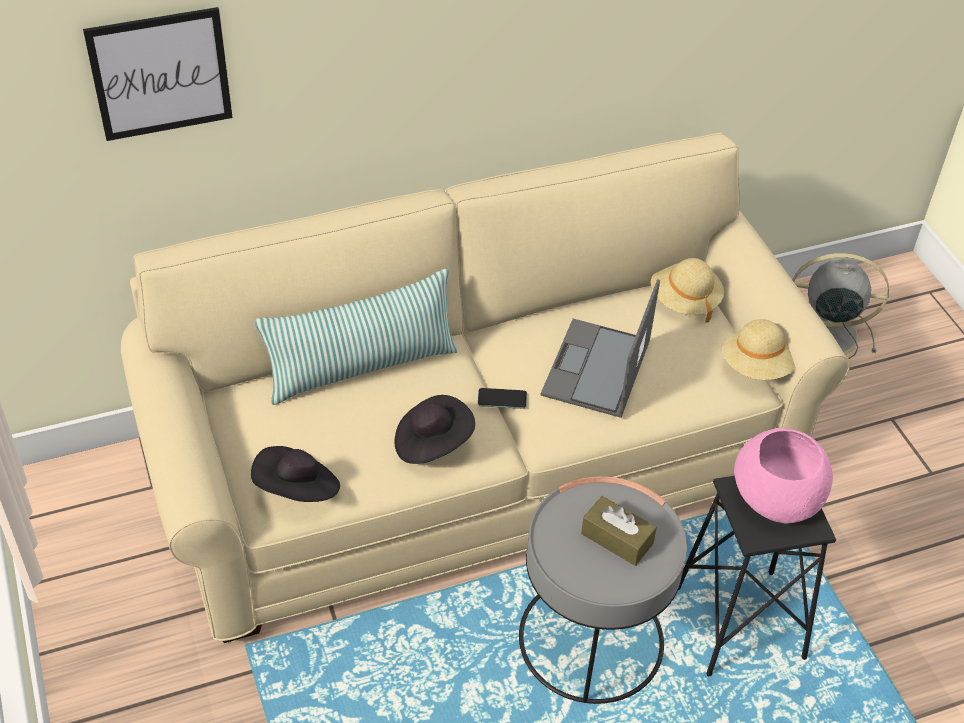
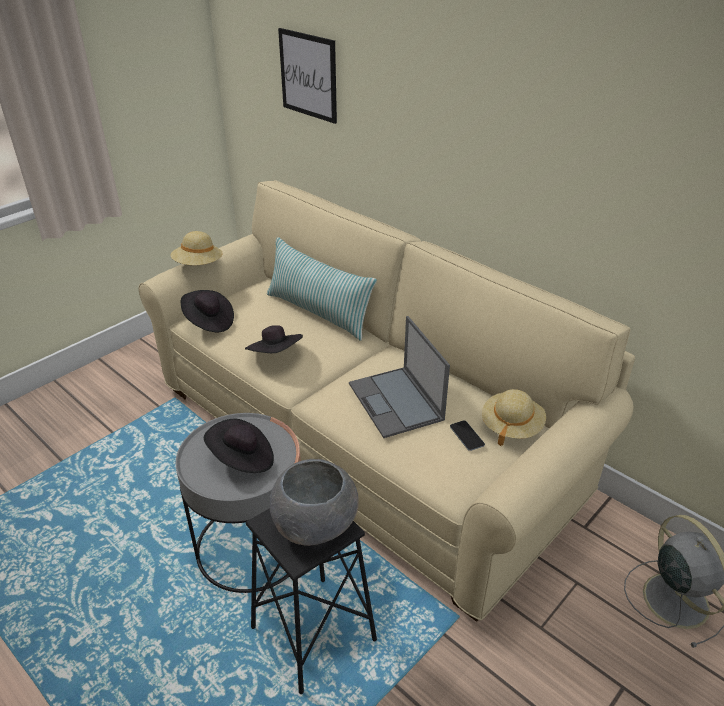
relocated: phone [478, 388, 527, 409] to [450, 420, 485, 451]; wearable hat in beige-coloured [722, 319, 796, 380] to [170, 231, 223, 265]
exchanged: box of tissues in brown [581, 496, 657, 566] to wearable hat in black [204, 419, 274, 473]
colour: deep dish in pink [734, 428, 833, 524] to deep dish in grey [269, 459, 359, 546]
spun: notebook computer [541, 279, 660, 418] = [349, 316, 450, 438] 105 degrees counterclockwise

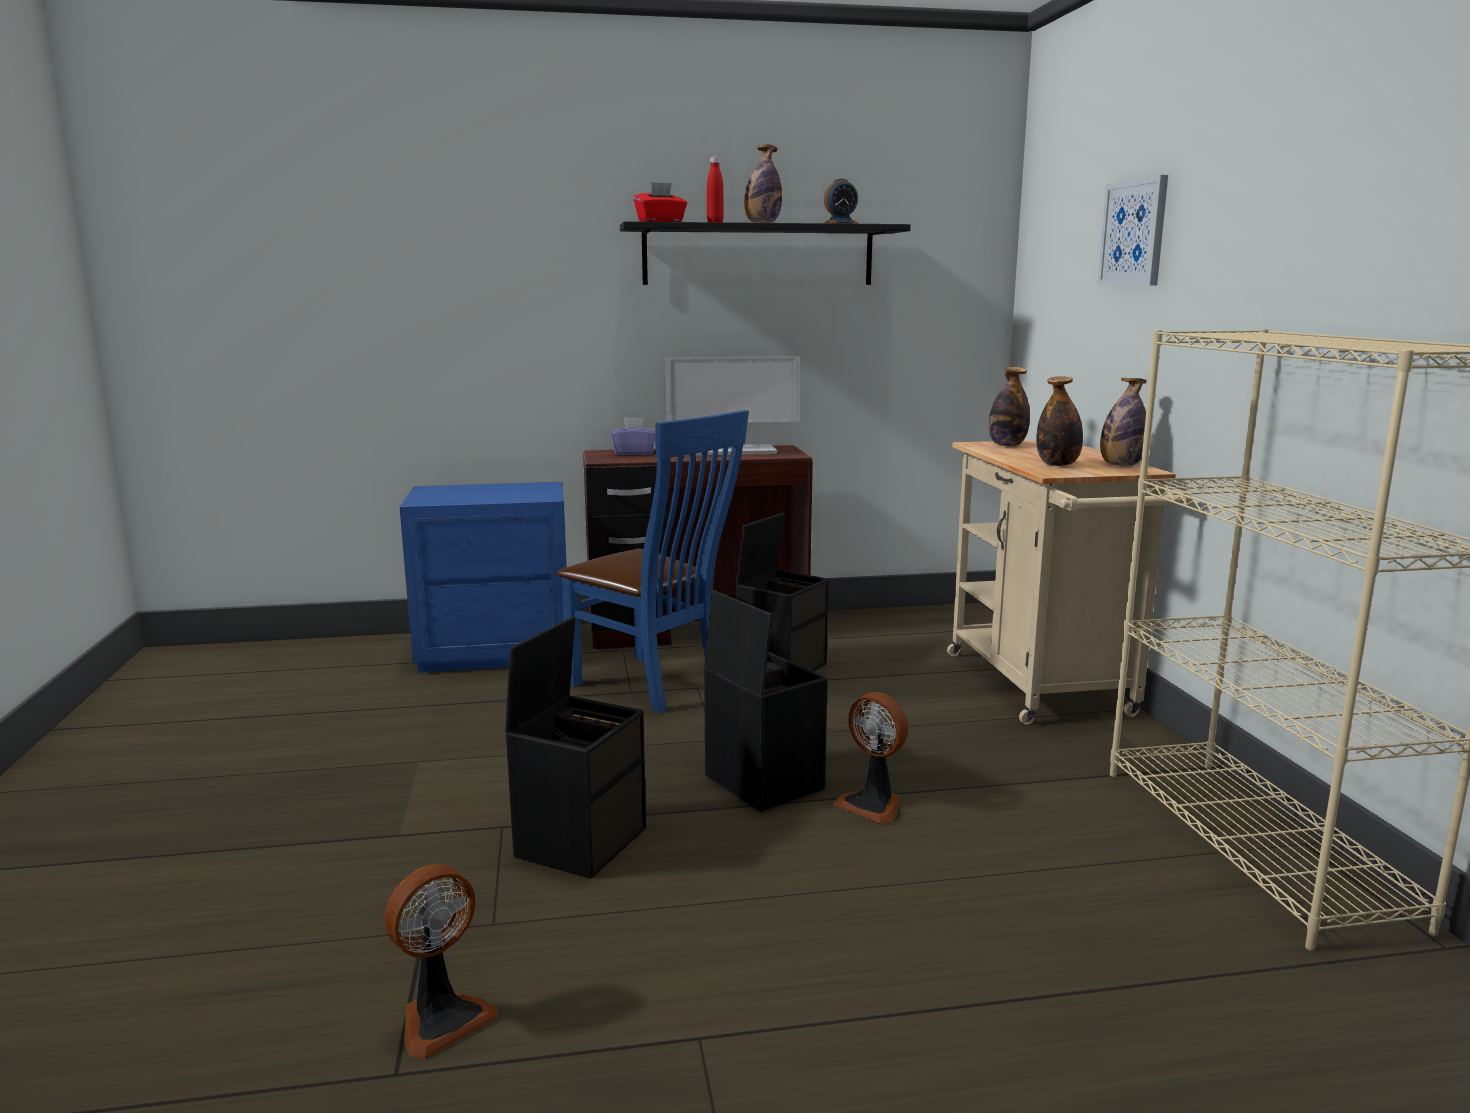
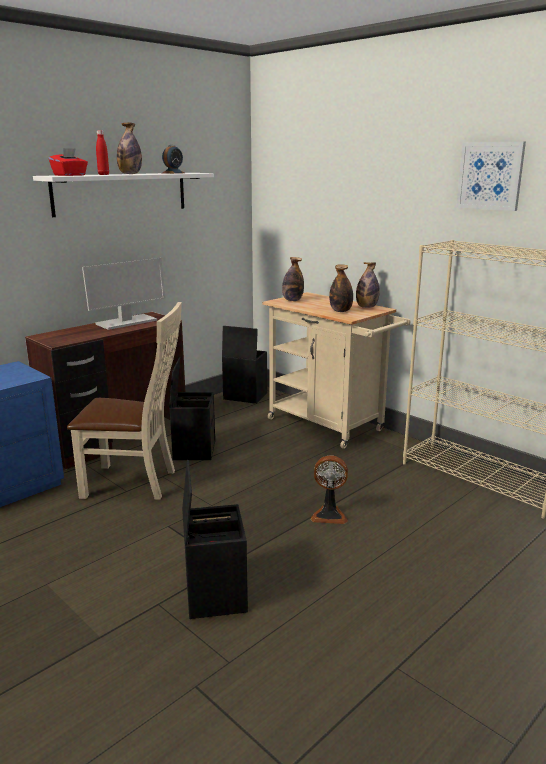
missing: cooling fan [384, 864, 498, 1059]; box of tissues in purple [610, 417, 655, 455]
relocated: storage box in black [704, 590, 828, 812] to [222, 326, 267, 404]; wall picture [1097, 175, 1168, 286] to [456, 141, 526, 211]
colour: upright chair in blue [557, 410, 749, 713] to upright chair in beige-coloured [67, 302, 182, 500]; bracket shelf in black [620, 221, 911, 285] to bracket shelf in white [33, 173, 214, 217]

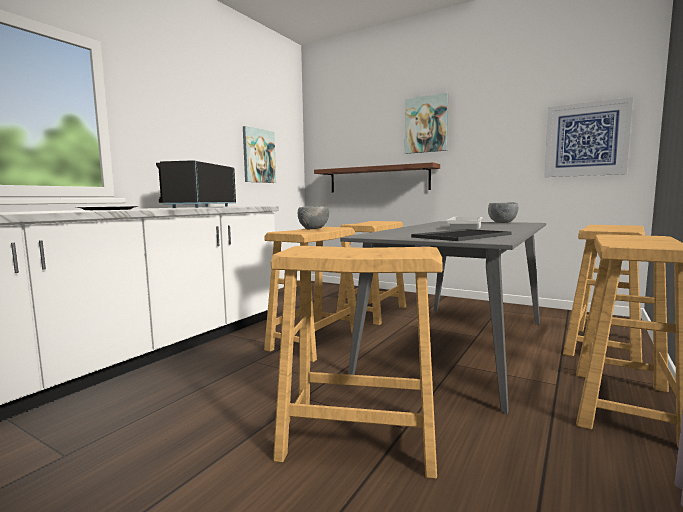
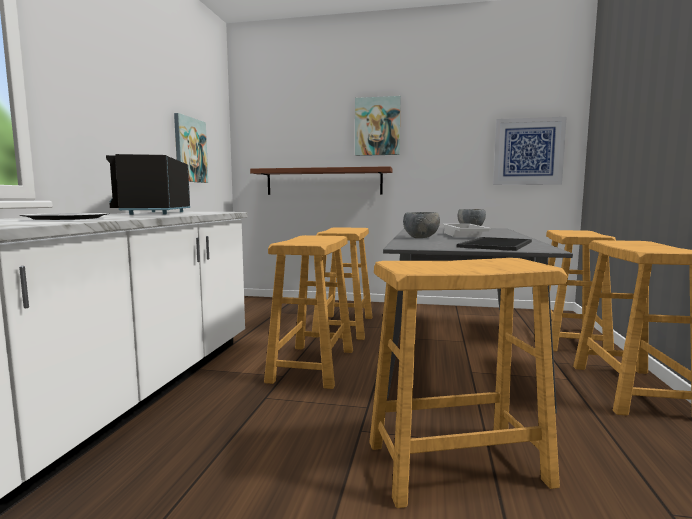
relocated: deep dish in grey [298, 206, 329, 229] to [403, 212, 440, 238]

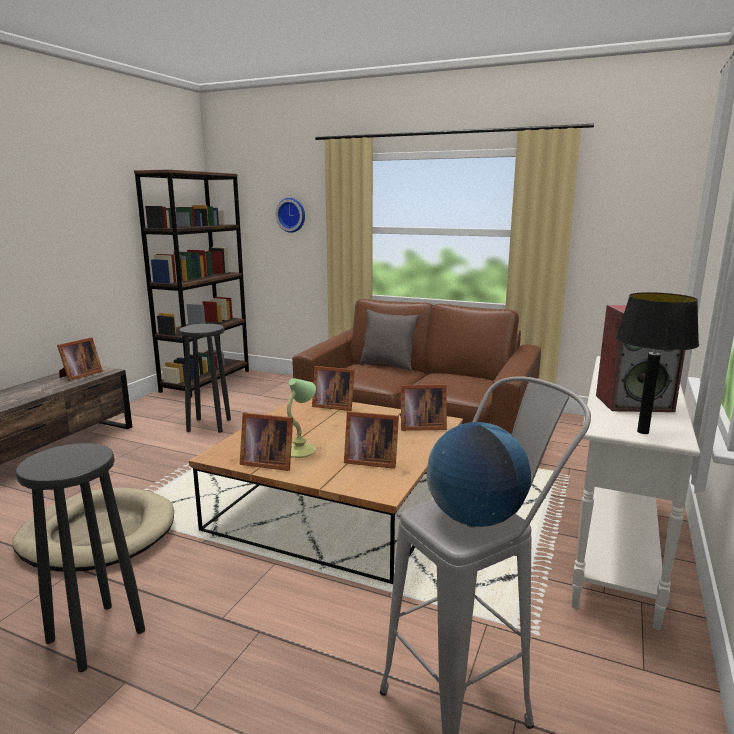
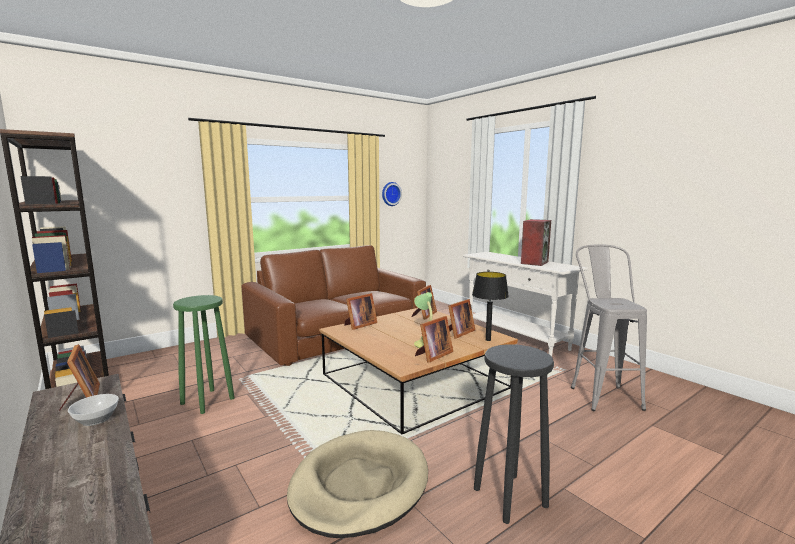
missing: cushion in grey [359, 310, 420, 372]; globe [426, 422, 531, 527]
appeared: deep dish [68, 394, 119, 426]
relocated: wall clock [276, 198, 305, 233] to [382, 182, 402, 206]; table lamp in black [616, 292, 699, 434] to [472, 272, 509, 341]
colour: stool in black [179, 324, 231, 433] to stool in greenish [173, 295, 234, 414]

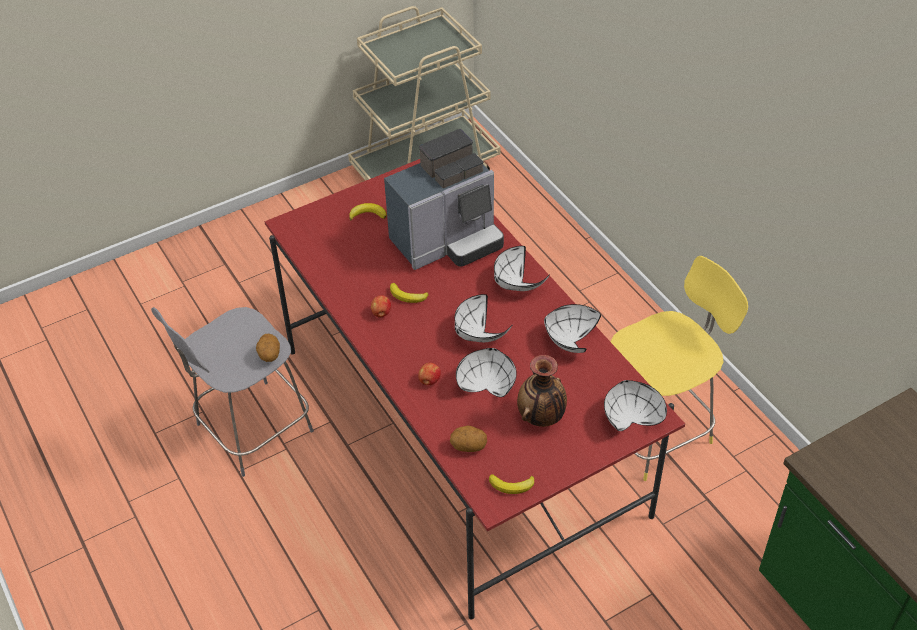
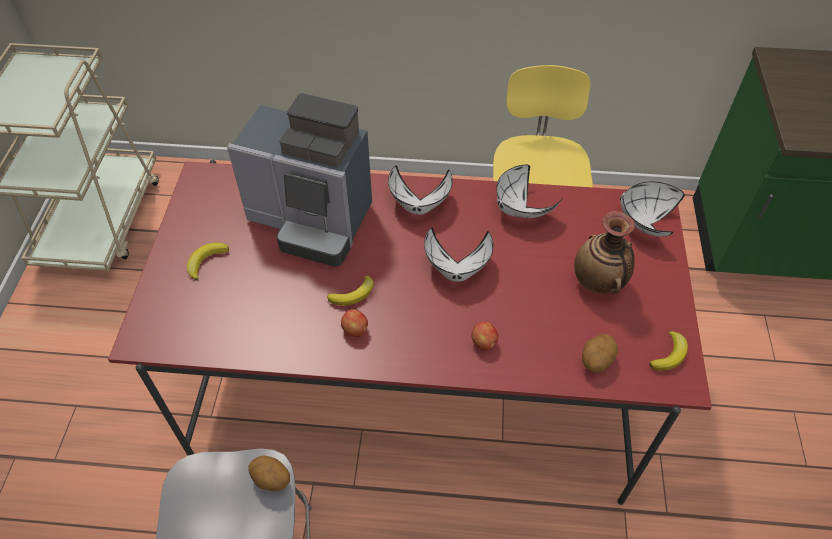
missing: deep dish in white [456, 348, 517, 397]
spun: coffee maker [384, 129, 504, 270] = [227, 93, 372, 267] 105 degrees clockwise

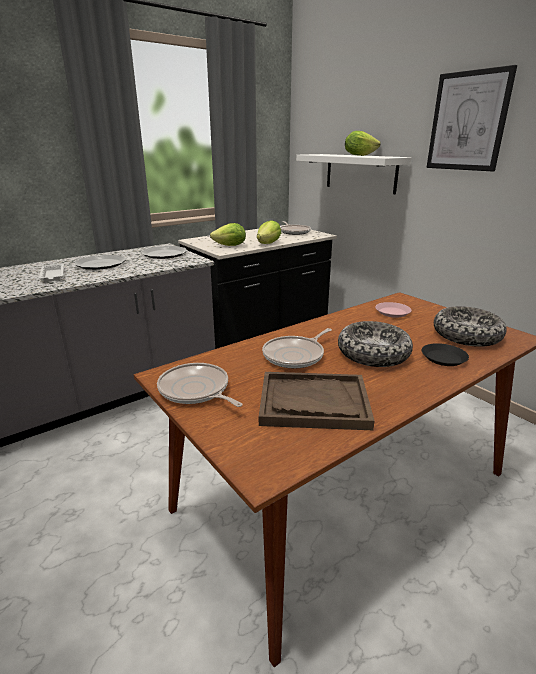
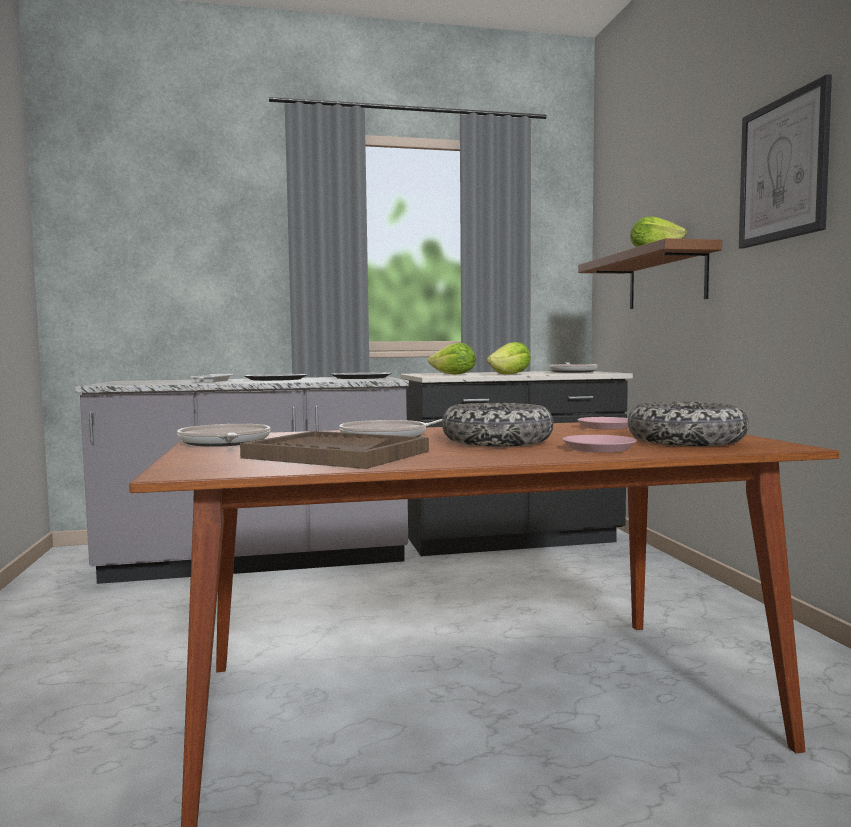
colour: bracket shelf in white [296, 154, 411, 194] to bracket shelf in brown [578, 238, 722, 309]; dinner plate in black [422, 343, 469, 366] to dinner plate in pink [562, 435, 637, 453]

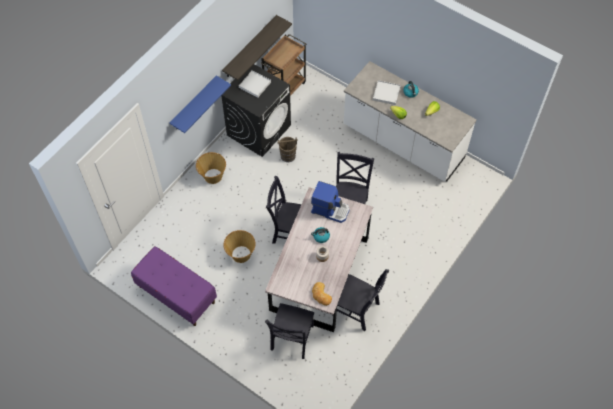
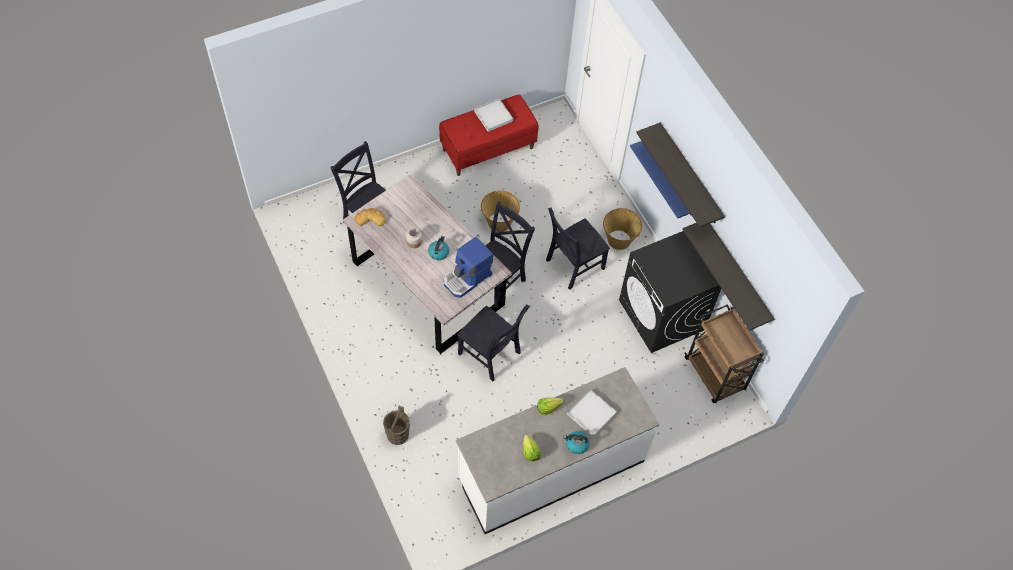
appeared: bracket shelf [636, 122, 725, 227]
relocated: tray in white [239, 71, 271, 98] to [474, 99, 513, 132]; pail in brown [278, 137, 298, 162] to [383, 406, 410, 445]; upright chair in black [337, 269, 389, 331] to [546, 207, 610, 290]
colour: indoor bench in purple [131, 246, 217, 326] to indoor bench in reddish [439, 95, 539, 176]

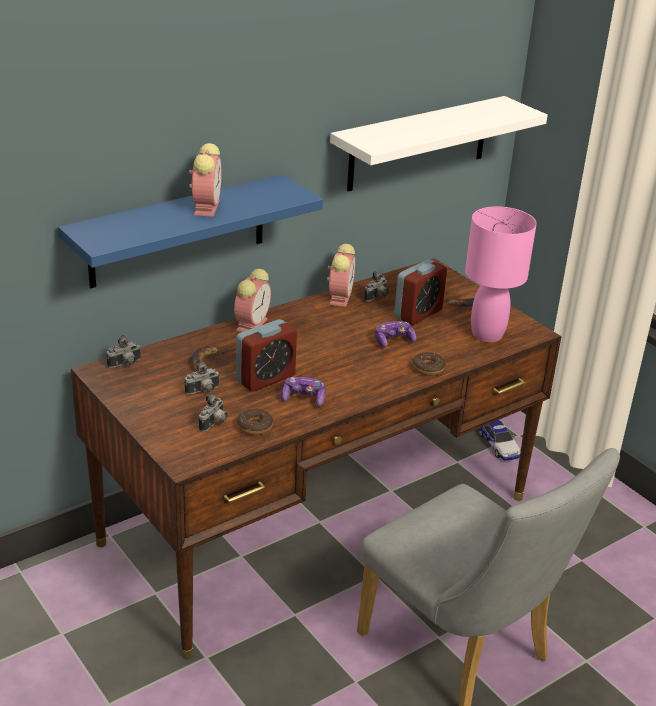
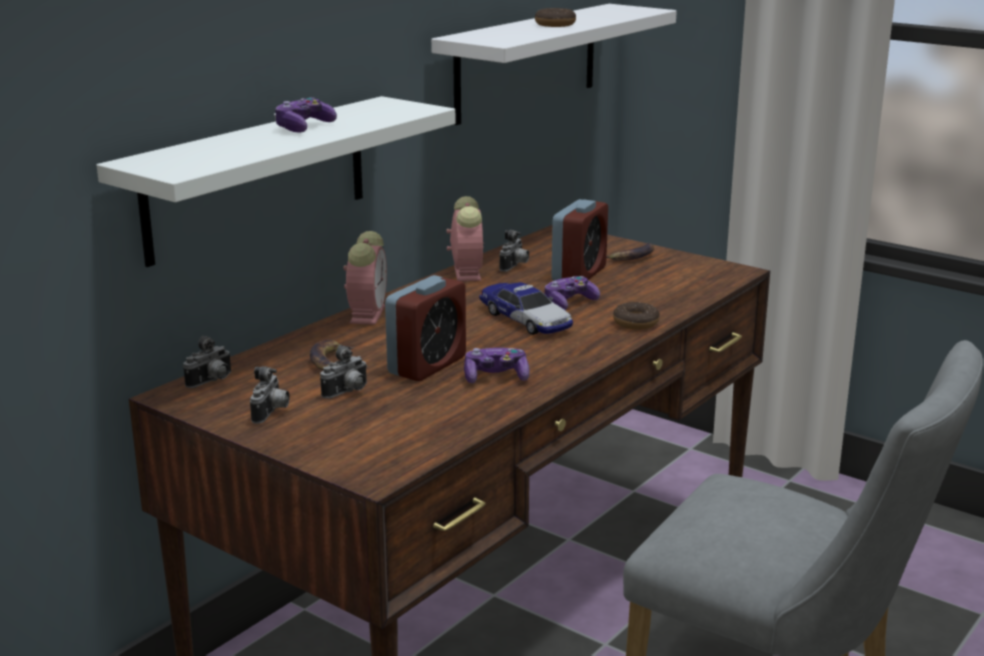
missing: table lamp in pink [465, 206, 537, 342]
relocated: photo camera [199, 393, 228, 432] to [250, 366, 290, 424]; ring doughnut [237, 408, 273, 435] to [535, 8, 576, 27]; model car [478, 420, 521, 460] to [479, 282, 573, 335]
exchanged: alarm clock [189, 143, 222, 217] to joypad [274, 97, 337, 133]
colour: bracket shelf in blue [58, 175, 323, 288] to bracket shelf in white [97, 96, 455, 267]

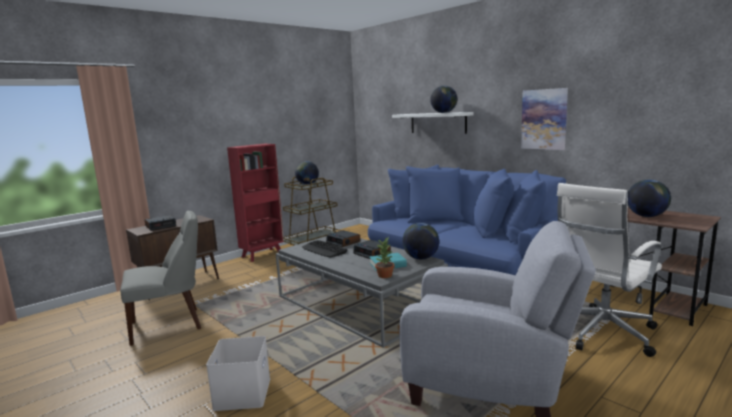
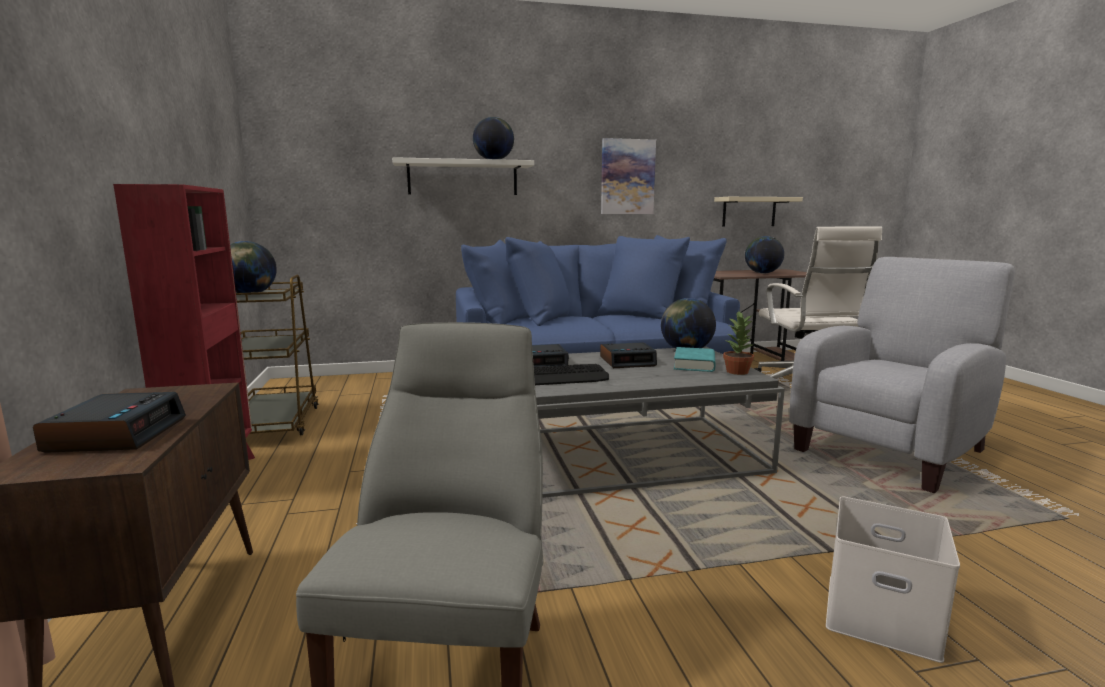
appeared: bracket shelf in beige-coloured [714, 197, 803, 226]

